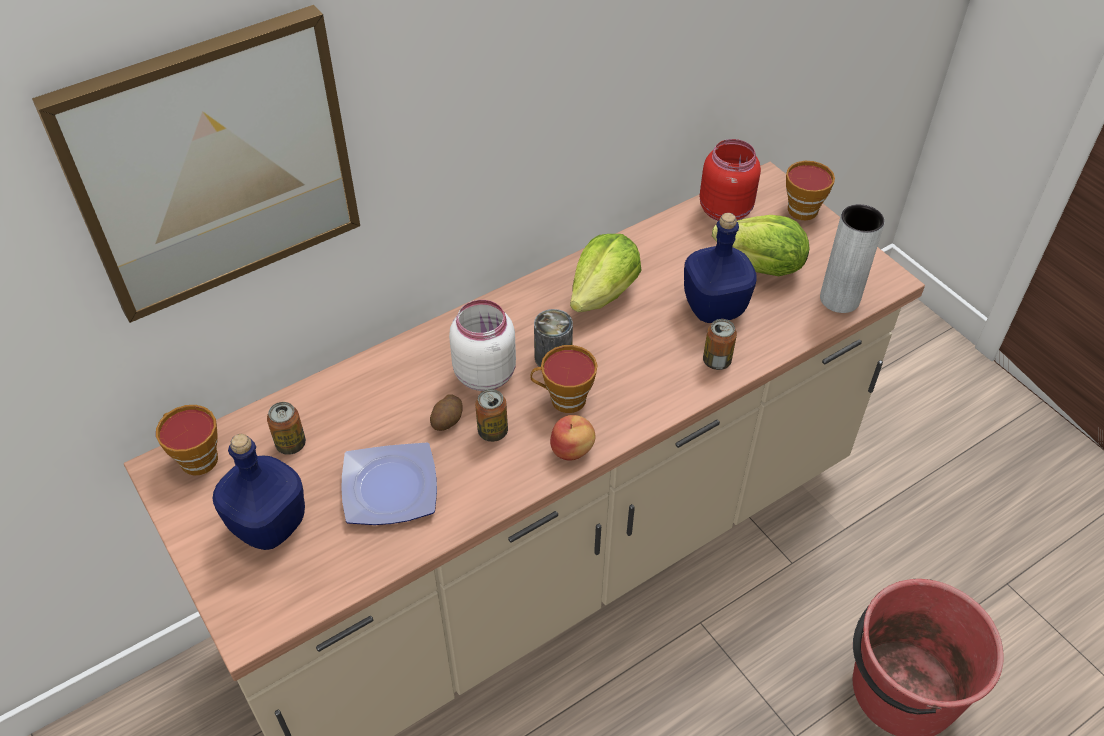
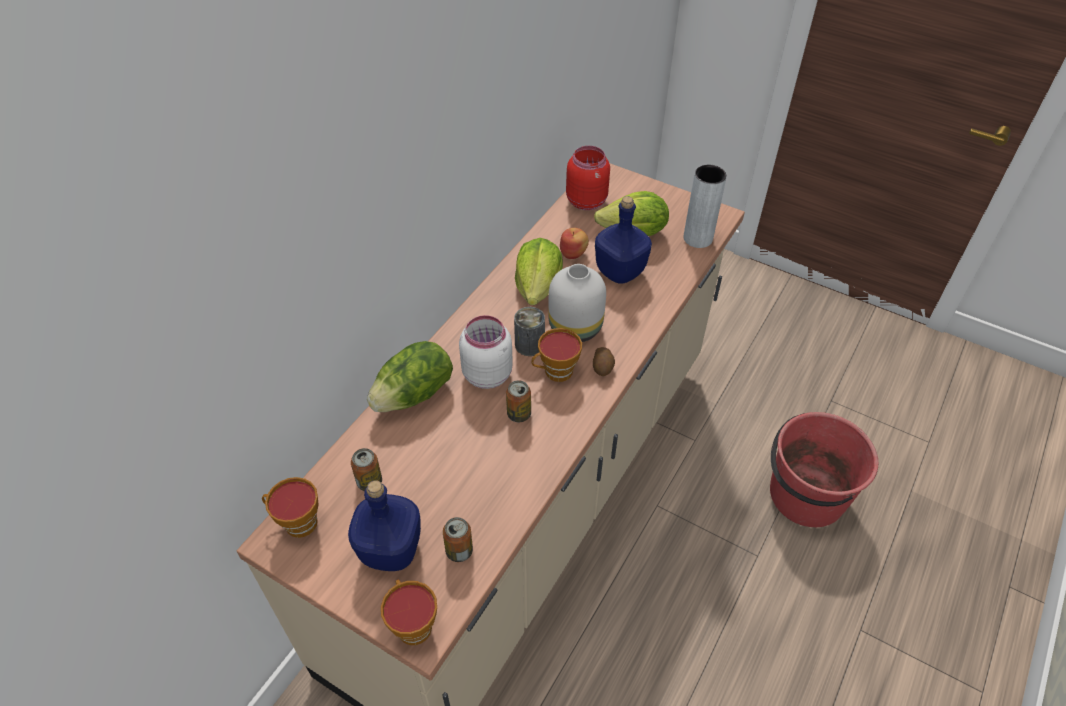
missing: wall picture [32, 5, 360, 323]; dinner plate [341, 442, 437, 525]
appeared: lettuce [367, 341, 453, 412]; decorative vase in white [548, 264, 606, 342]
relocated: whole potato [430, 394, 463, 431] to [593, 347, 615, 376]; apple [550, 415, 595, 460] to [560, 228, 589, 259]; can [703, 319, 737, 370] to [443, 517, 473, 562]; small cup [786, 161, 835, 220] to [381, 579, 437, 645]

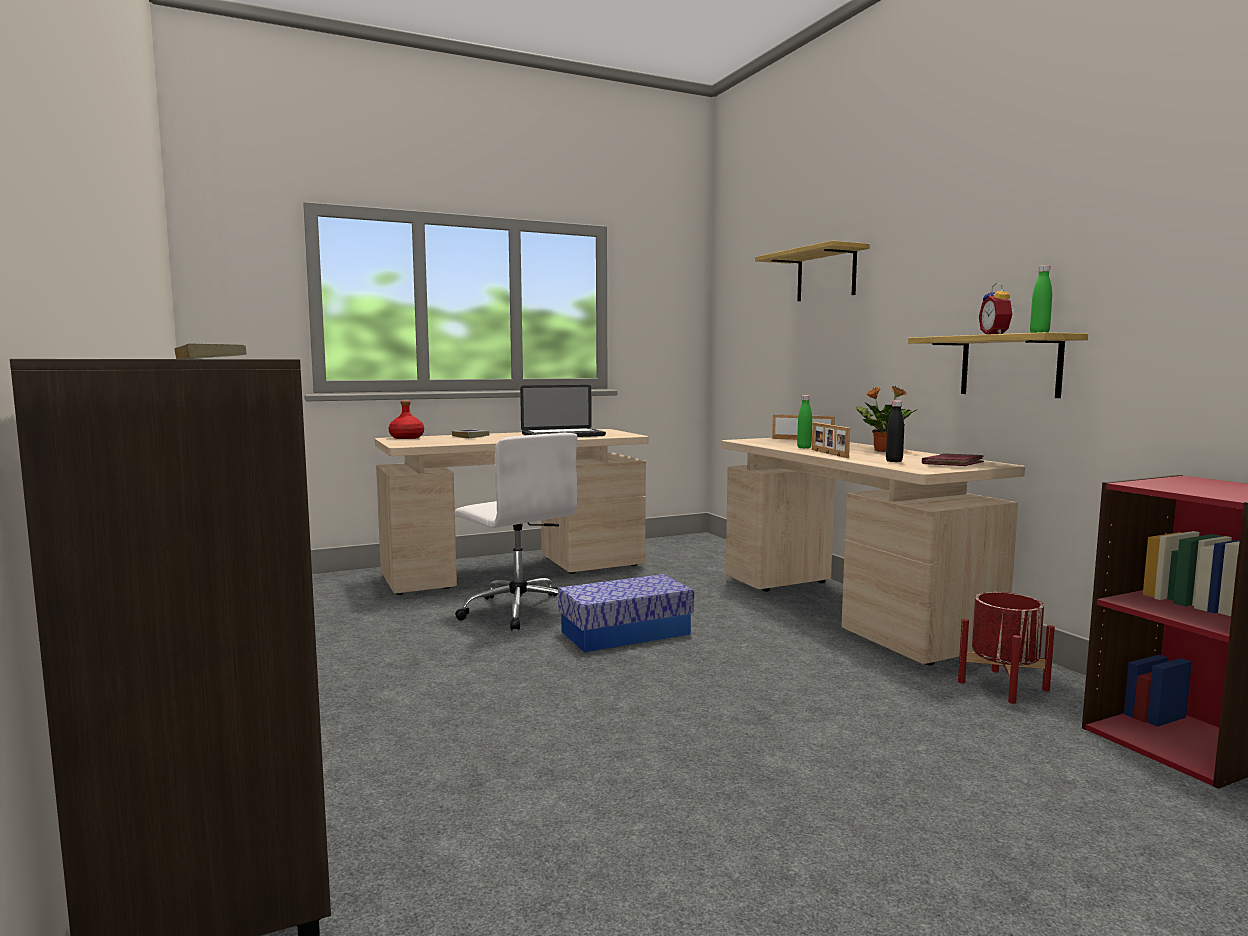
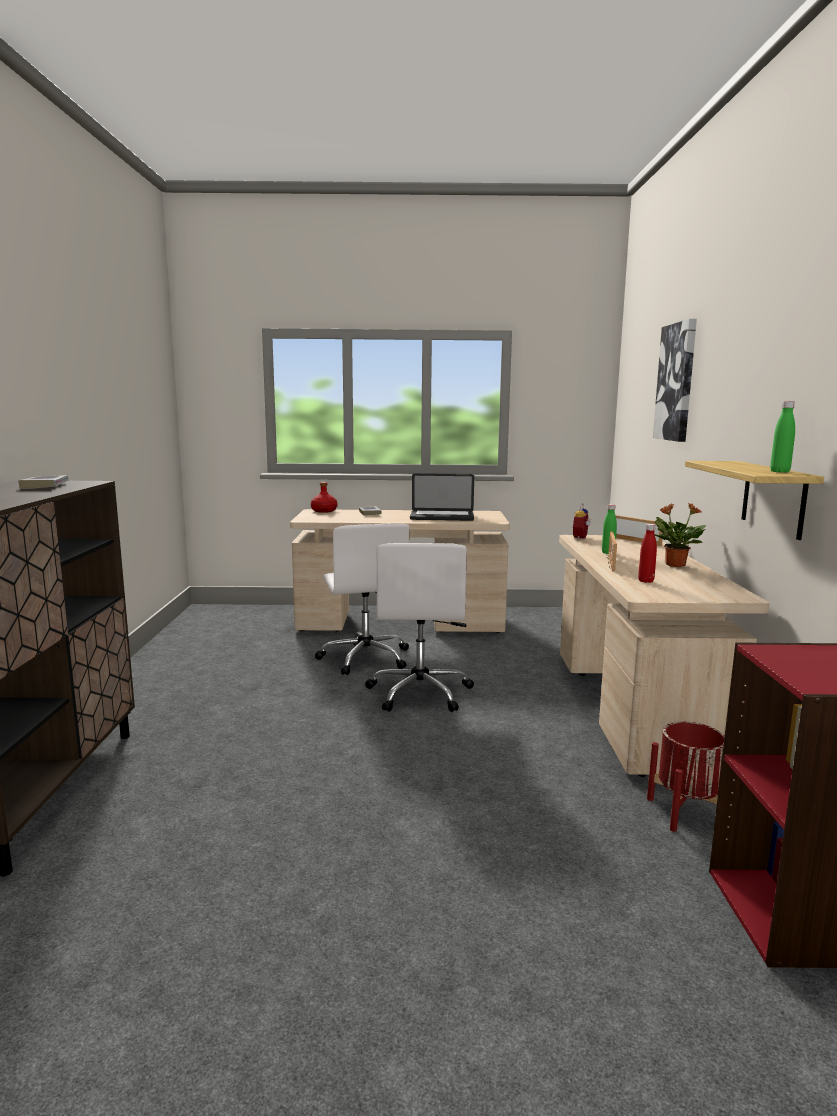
missing: bound book in reddish [922, 453, 984, 466]
relocated: alarm clock [979, 283, 1015, 335] to [573, 504, 592, 540]
exchanged: storage box [558, 574, 694, 652] to computer chair in white [365, 543, 474, 712]; bracket shelf [755, 241, 870, 301] to wall picture [653, 319, 697, 442]
colour: drink bottle in black [886, 400, 904, 462] to drink bottle in reddish [638, 524, 657, 583]

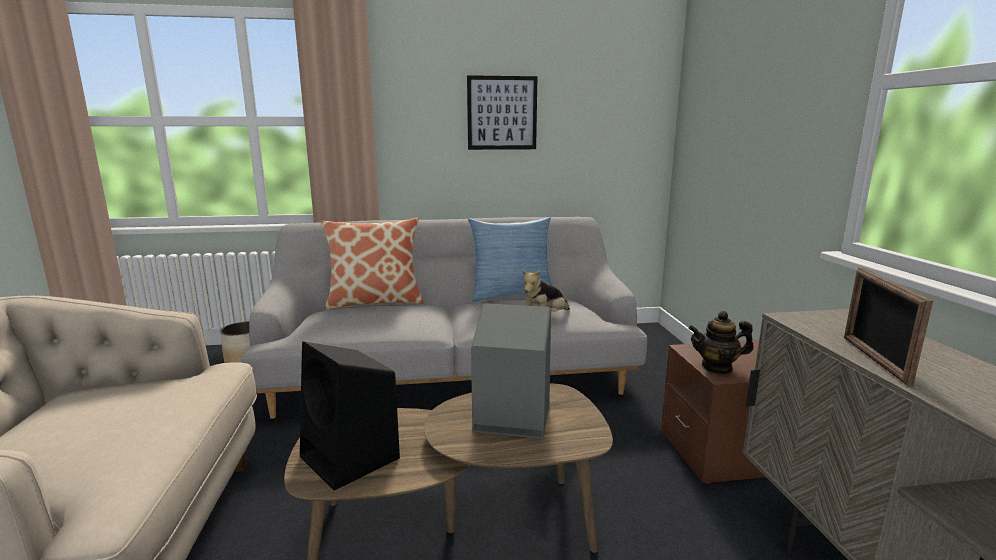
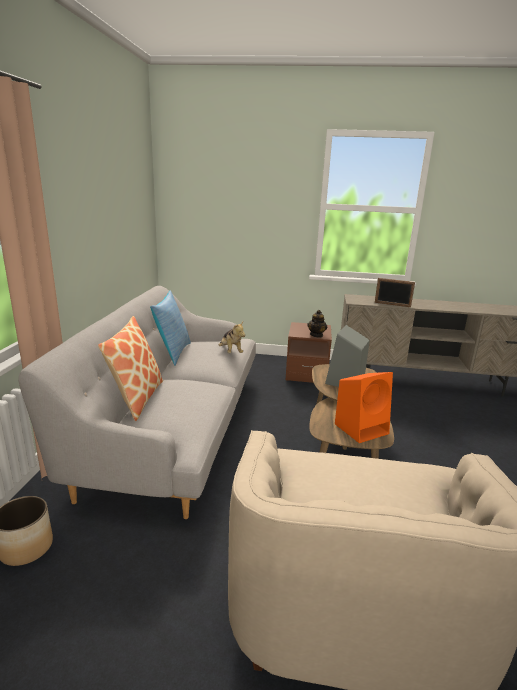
missing: wall picture [467, 75, 538, 150]
colour: speaker in black [300, 341, 400, 490] to speaker in orangey [335, 372, 393, 443]

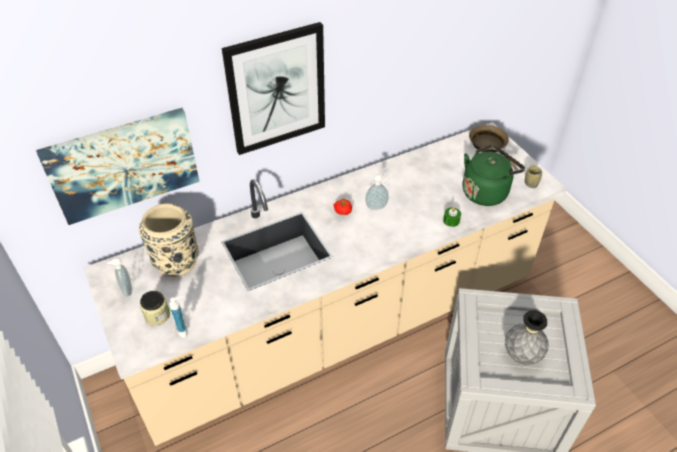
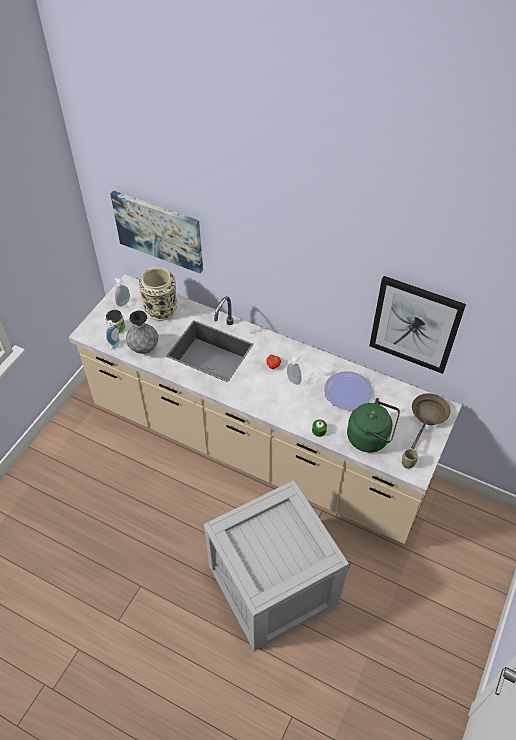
appeared: dinner plate [324, 371, 373, 410]
relocated: wall picture [222, 22, 325, 155] to [369, 276, 466, 374]; decorative vase in grey [505, 310, 548, 365] to [126, 311, 158, 354]

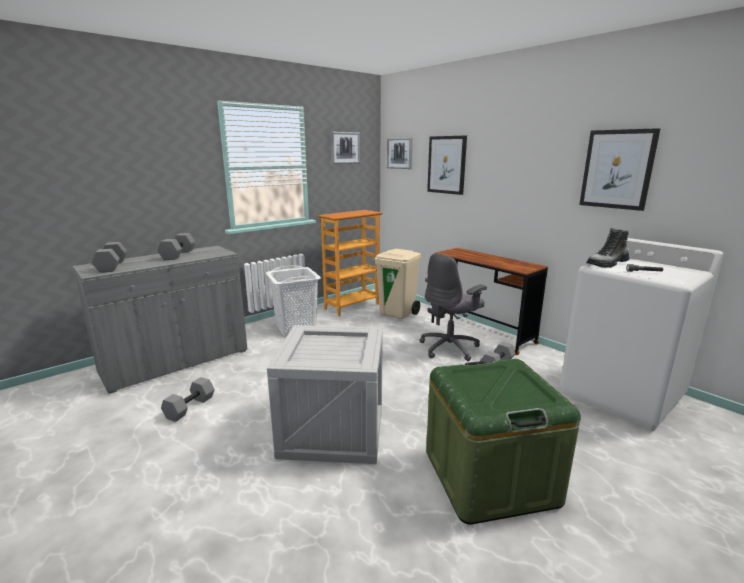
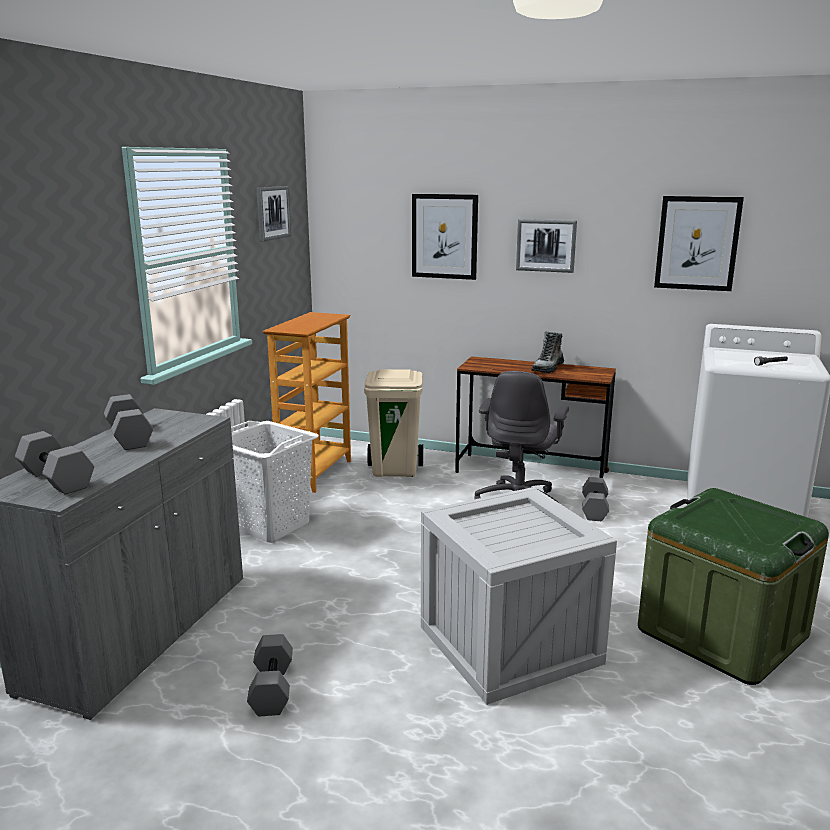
relocated: wall picture [387, 138, 413, 169] to [516, 219, 577, 273]; tall boot [586, 228, 630, 268] to [531, 331, 564, 373]

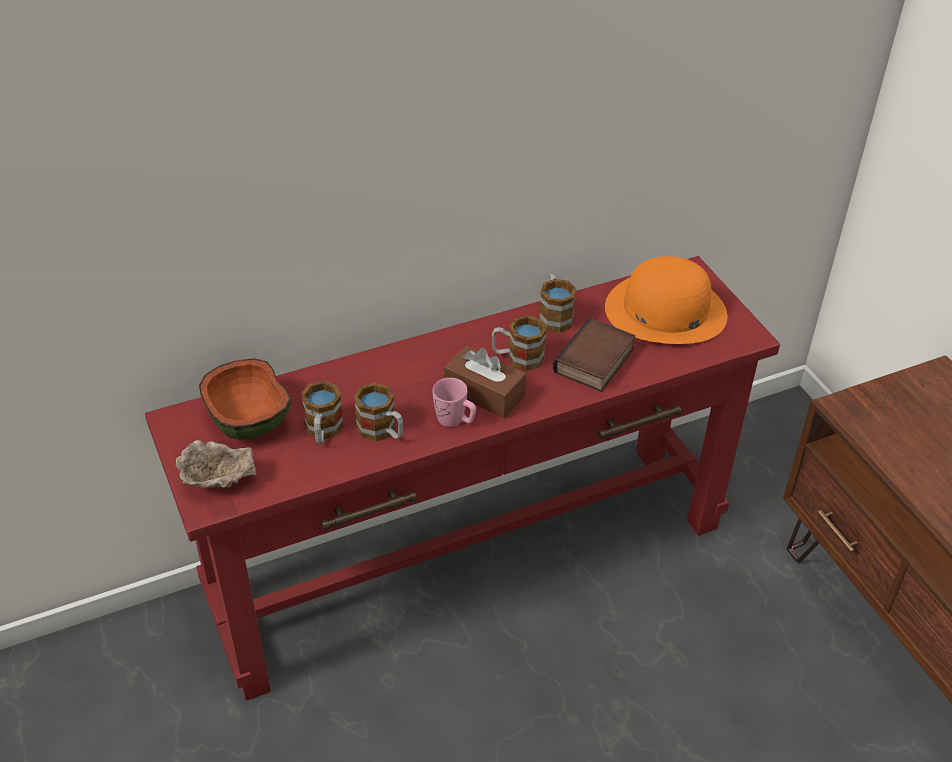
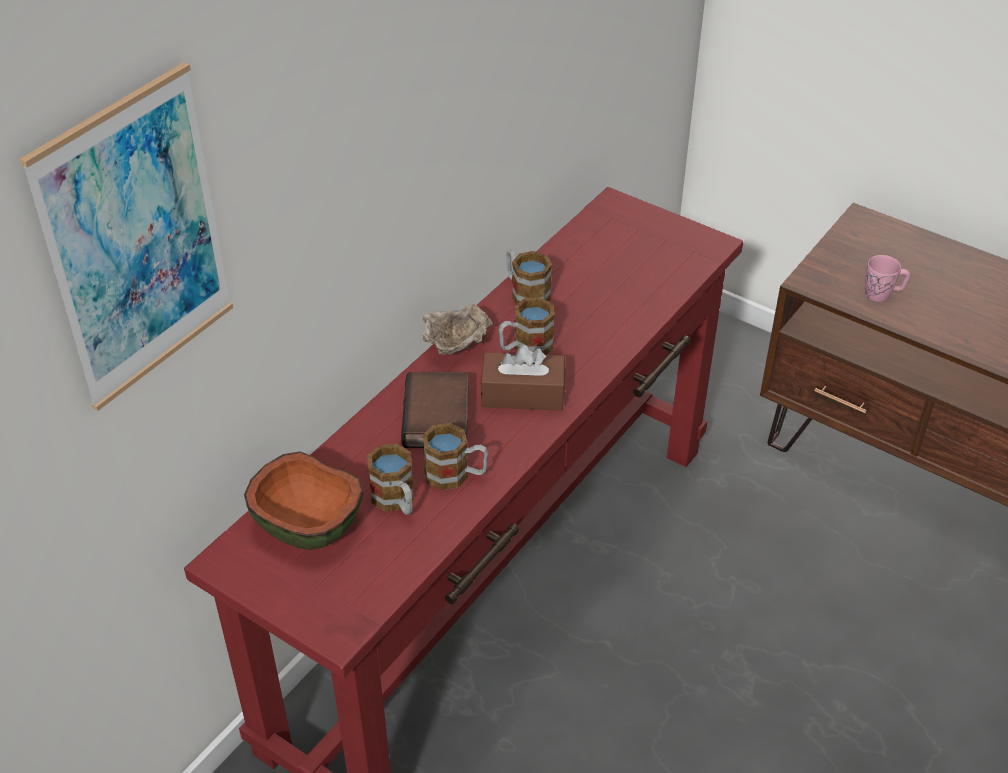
missing: wearable hat in orangey [605, 256, 727, 344]
appeared: wall picture [19, 62, 233, 411]
relocated: deep dish in beige-coloured [175, 440, 257, 488] to [422, 304, 493, 355]; tea mug in pink [433, 378, 476, 427] to [865, 255, 910, 302]; bound book [553, 318, 636, 392] to [401, 372, 469, 448]

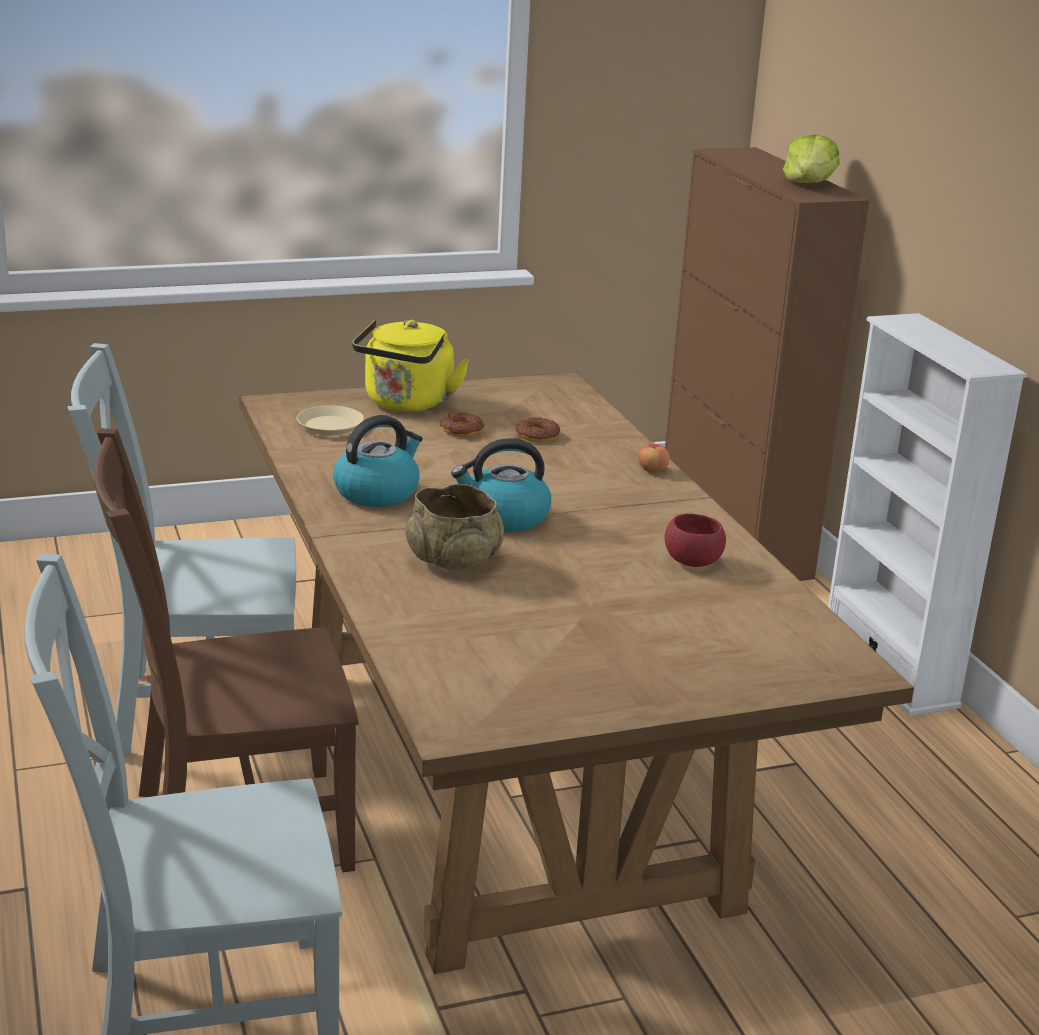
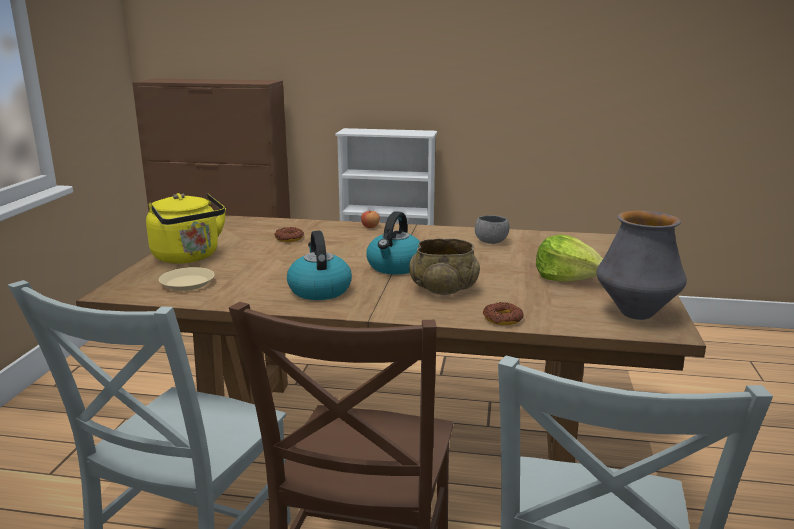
appeared: decorative vase [596, 211, 687, 320]
relocated: ring doughnut [439, 412, 484, 437] to [483, 302, 524, 325]; lettuce [783, 134, 840, 183] to [536, 234, 603, 282]
colour: deep dish in reddish [665, 514, 726, 567] to deep dish in grey [475, 215, 509, 244]

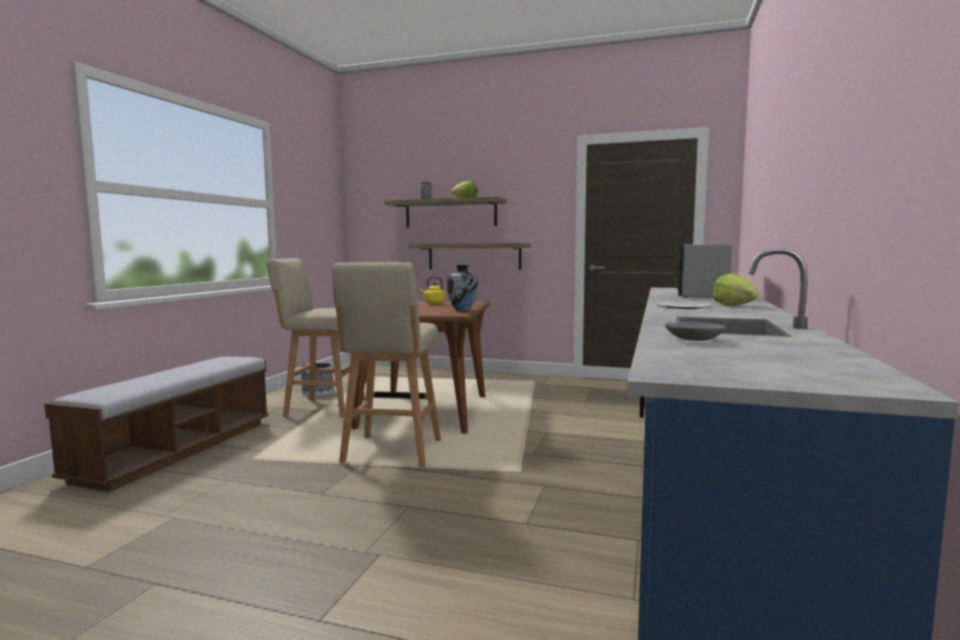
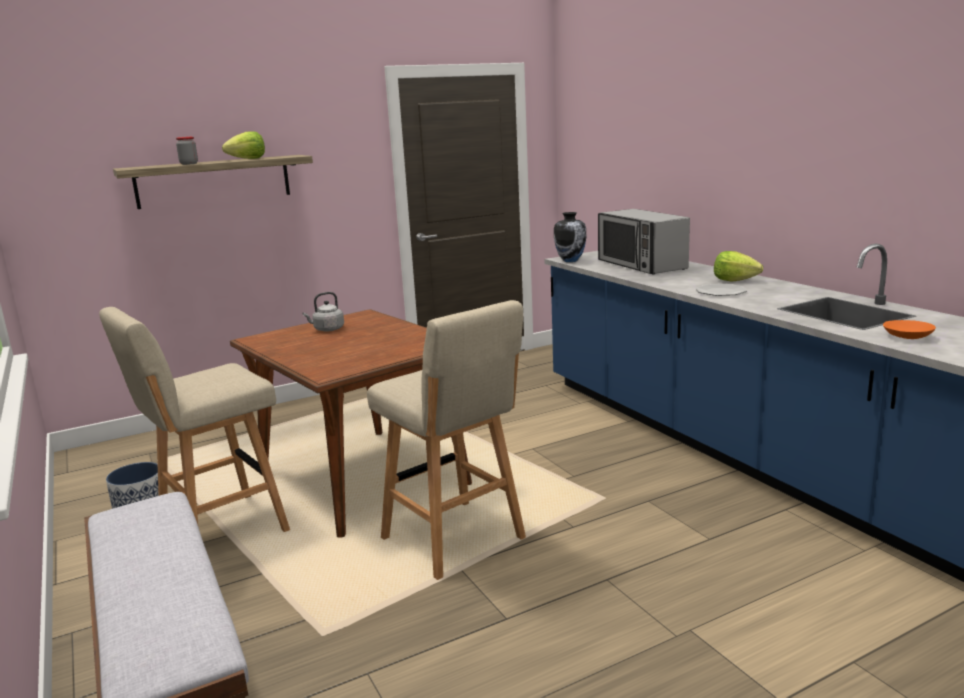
missing: bracket shelf [408, 243, 531, 270]
relocated: decorative vase [447, 265, 478, 311] to [554, 212, 586, 262]
colour: water kettle in yellow [420, 277, 445, 304] to water kettle in grey [302, 292, 344, 332]; deep dish in grey [665, 321, 726, 341] to deep dish in orangey [883, 320, 936, 339]

